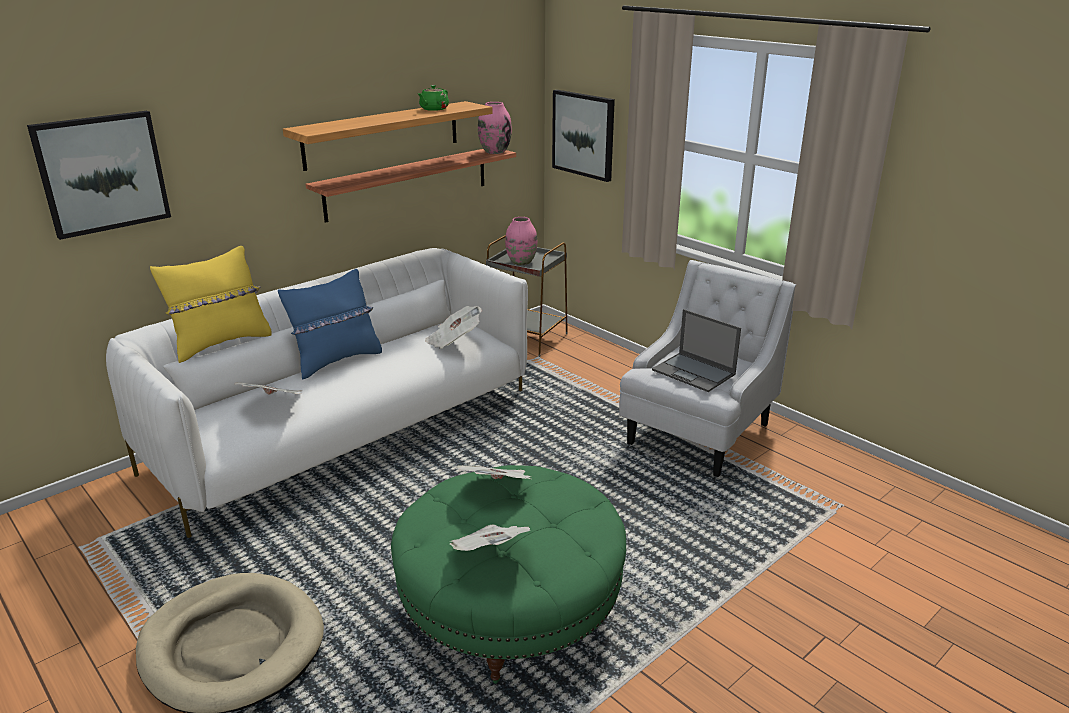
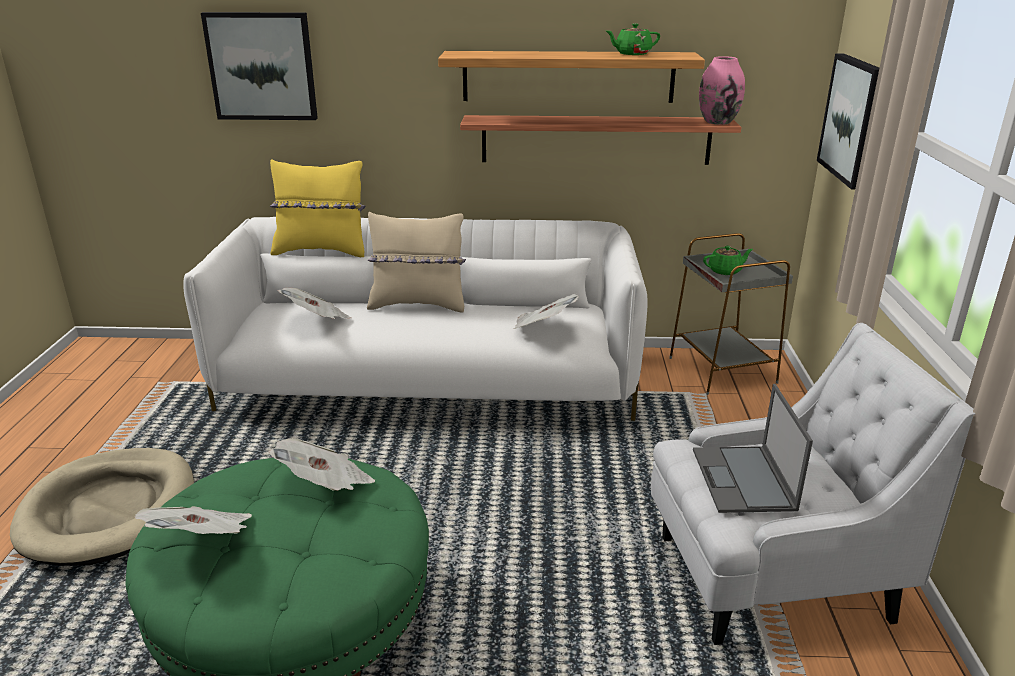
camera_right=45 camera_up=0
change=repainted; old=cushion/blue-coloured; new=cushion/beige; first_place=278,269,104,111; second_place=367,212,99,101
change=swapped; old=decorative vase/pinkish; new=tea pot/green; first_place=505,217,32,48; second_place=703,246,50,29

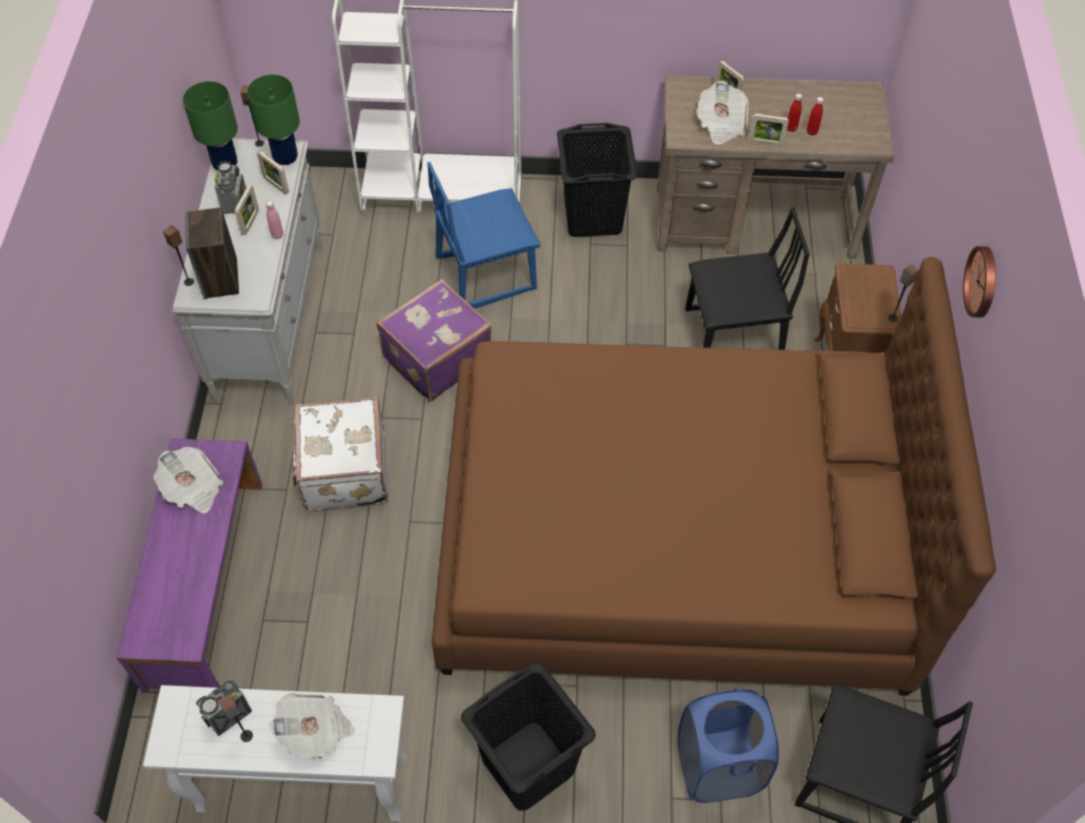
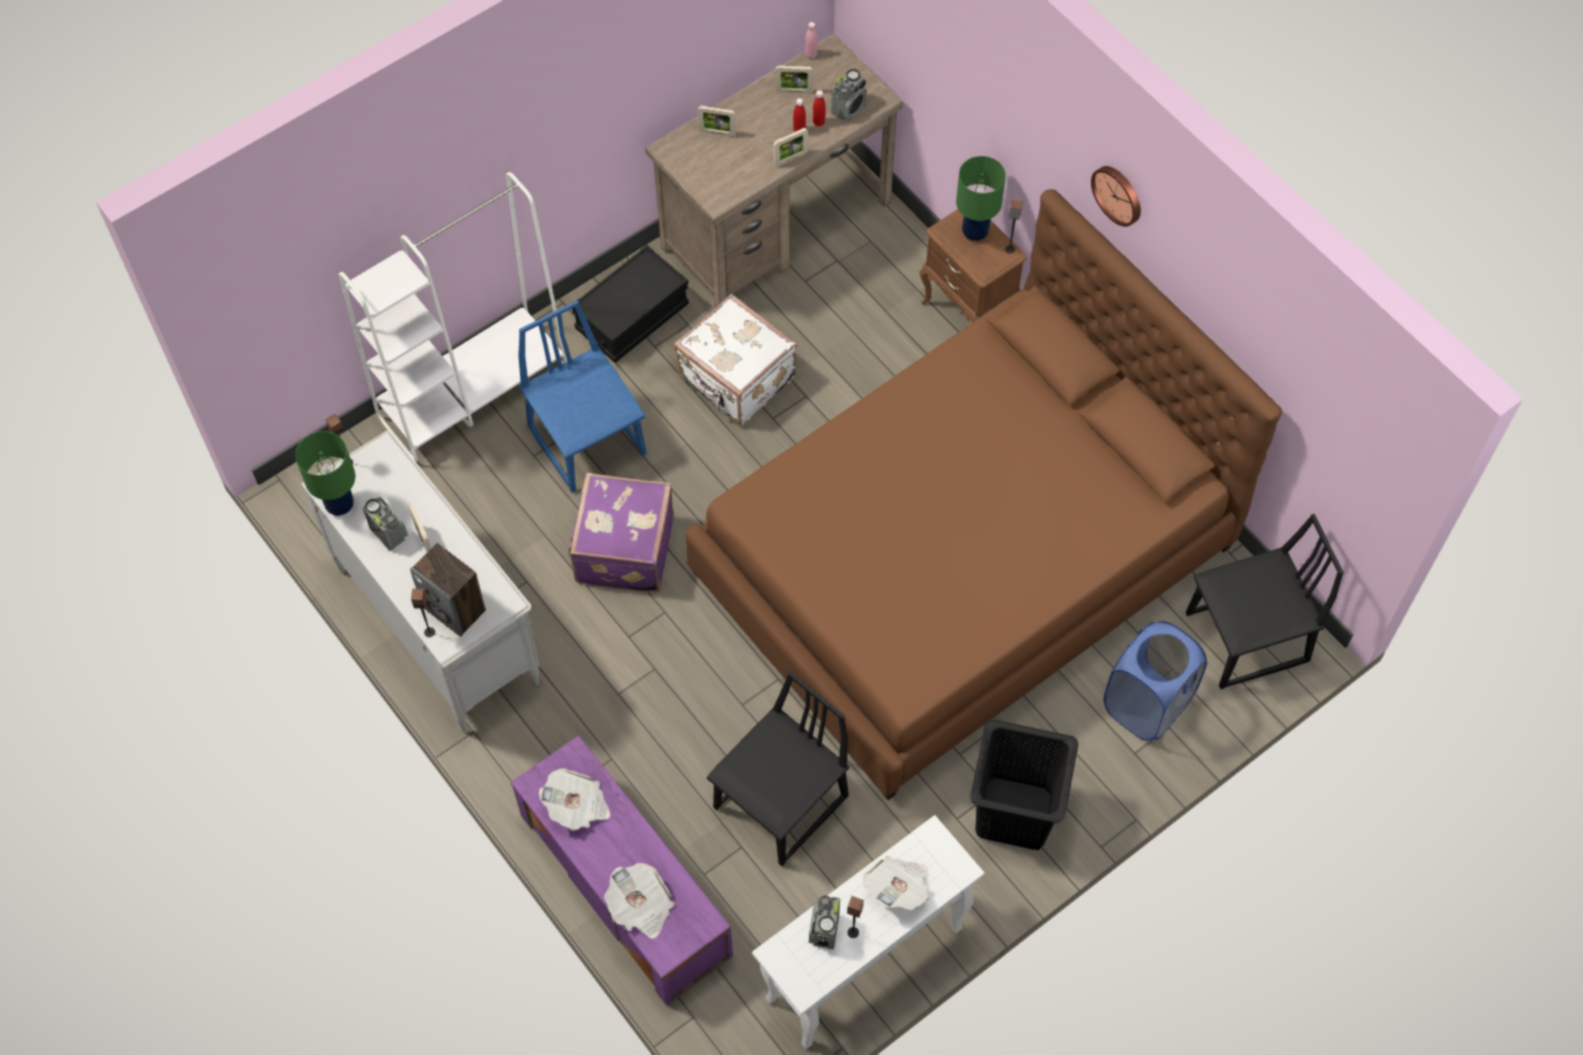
camera_right=-40 camera_up=5
change=shifted; old=tabletop lamp/green; first_place=247,74,53,91; second_place=956,156,50,85
change=shifted; old=photo frame; first_place=257,151,32,43; second_place=776,65,37,29
change=shifted; old=beverage bottle/pinkish; first_place=266,201,17,38; second_place=805,22,13,37
change=shifted; old=piece of luggage/white-coloured; first_place=293,397,95,114; second_place=674,294,122,132
change=rotated; old=plain chair/blue-coloured; first_place=427,162,114,147; second_place=518,300,129,193; degrees=120
change=swapped; old=washing basket/blackish; new=storage bin/blackish; first_place=557,123,81,114; second_place=572,245,117,118
change=shifted; old=plain chair/blackish; first_place=685,207,125,143; second_place=707,671,142,195
change=shifted; old=newspaper; first_place=696,81,53,64; second_place=604,863,70,76
change=new; new=radio; second_place=831,69,36,52

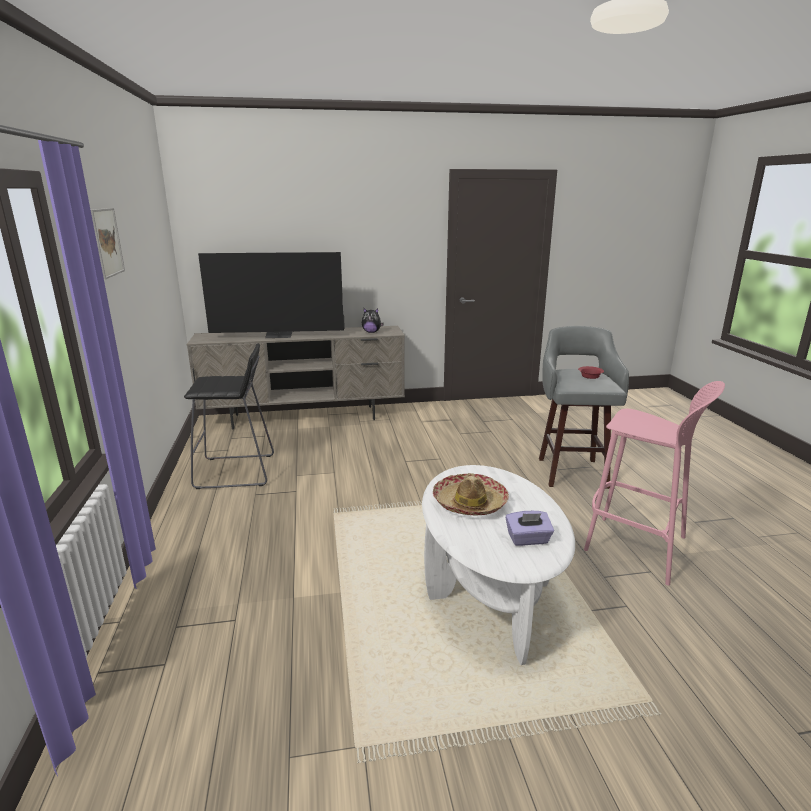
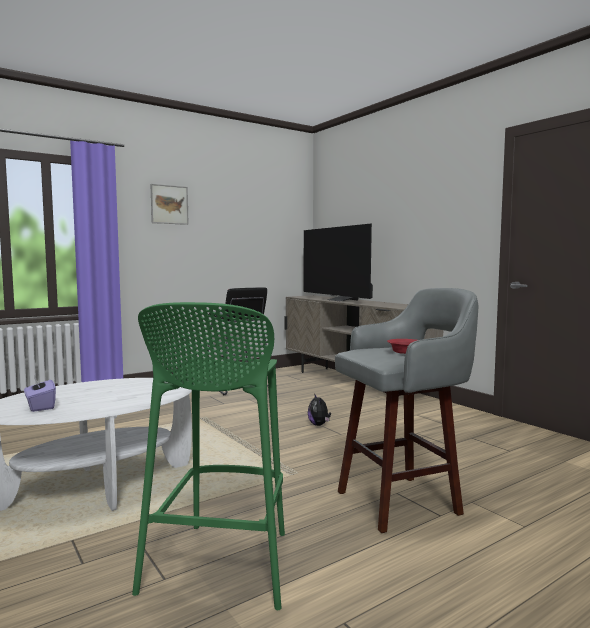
camera_right=65 camera_up=-15
change=shifted; old=plush toy; first_place=362,308,22,25; second_place=308,393,23,33
change=gone; old=clothing hat; first_place=433,473,76,42
change=repainted; old=sitting stool/pinkish; new=sitting stool/green; first_place=584,381,141,205; second_place=132,302,153,308

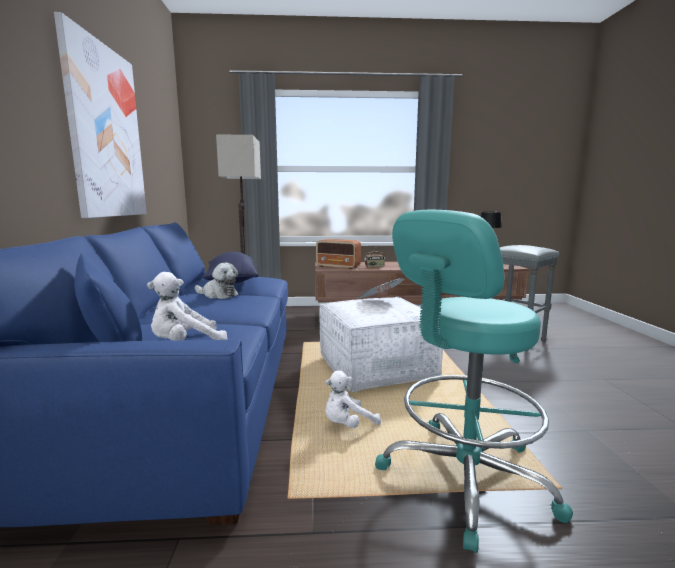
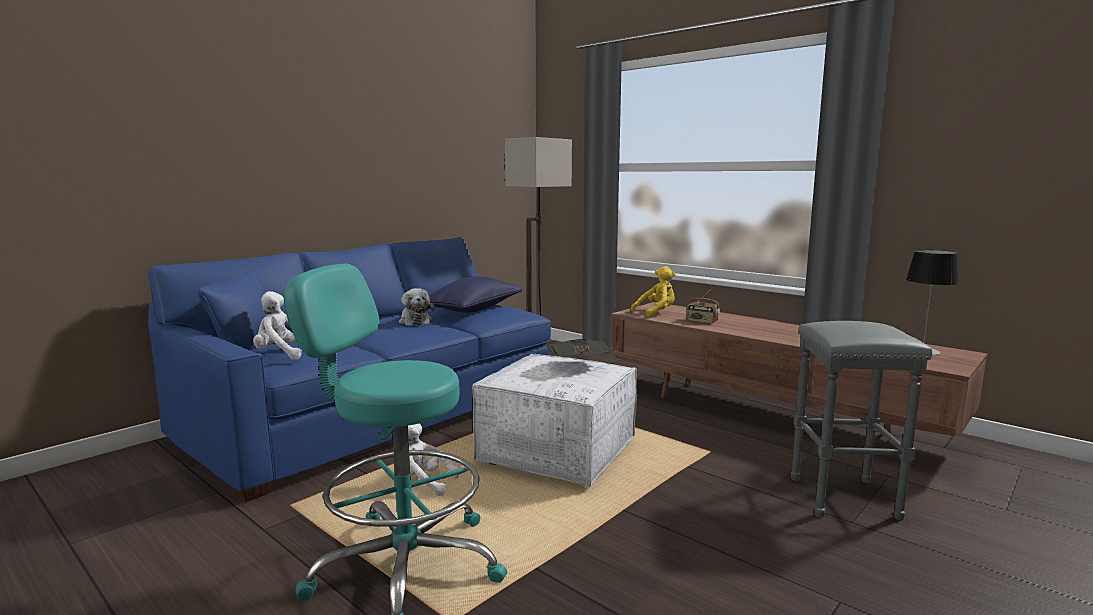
camera_right=45 camera_up=0
change=gone; old=wall picture; first_place=54,12,93,206
change=swapped; old=radio; new=plush toy/yellow; first_place=316,239,45,30; second_place=631,266,45,52

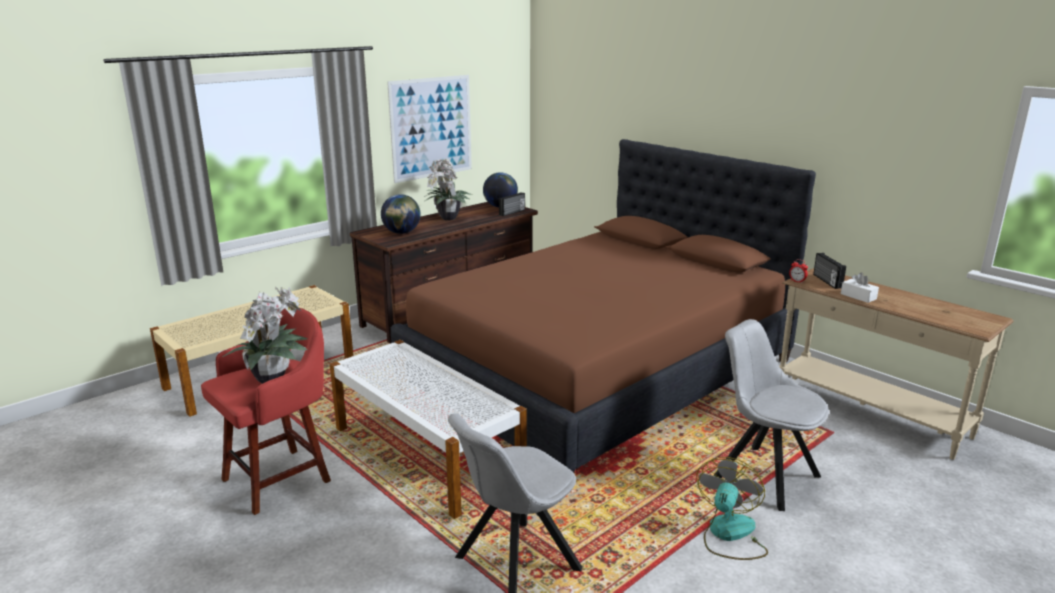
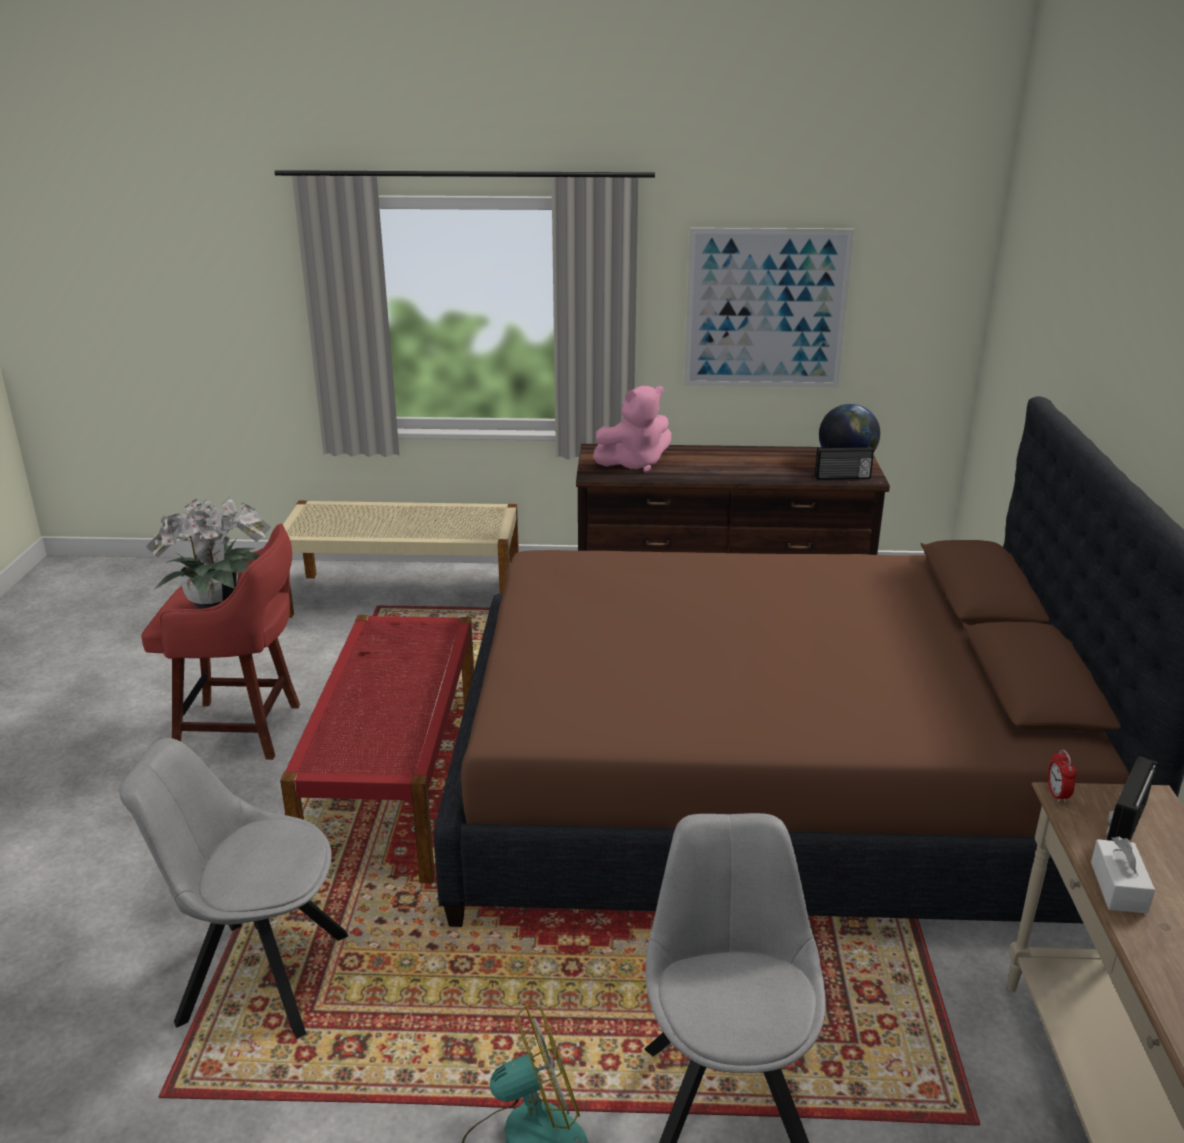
camera_right=45 camera_up=5
change=repainted; old=bench/white-coloured; new=bench/red; first_place=330,340,197,179; second_place=280,615,194,268
change=swapped; old=world globe; new=plush toy/pinkish; first_place=381,194,40,40; second_place=593,386,78,87
change=gone; old=plant in a pot; first_place=424,158,48,62

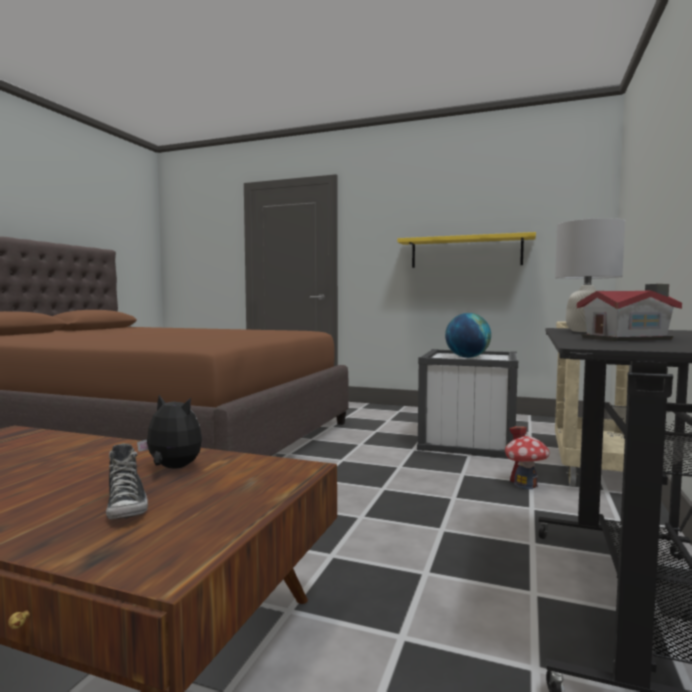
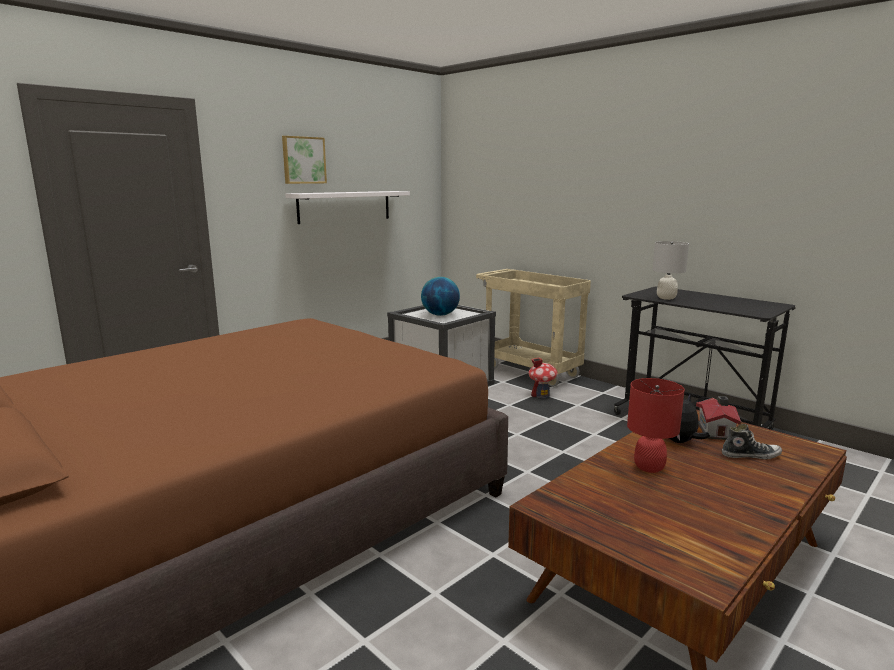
camera_right=-65 camera_up=10
change=repainted; old=shelf/yellow; new=shelf/white-coloured; first_place=397,232,139,36; second_place=286,191,124,33
change=shifted; old=model house; first_place=577,284,105,57; second_place=696,396,45,44
change=new; new=wall picture; second_place=282,136,45,48
change=new; new=tabletop lamp/red; second_place=627,378,58,95

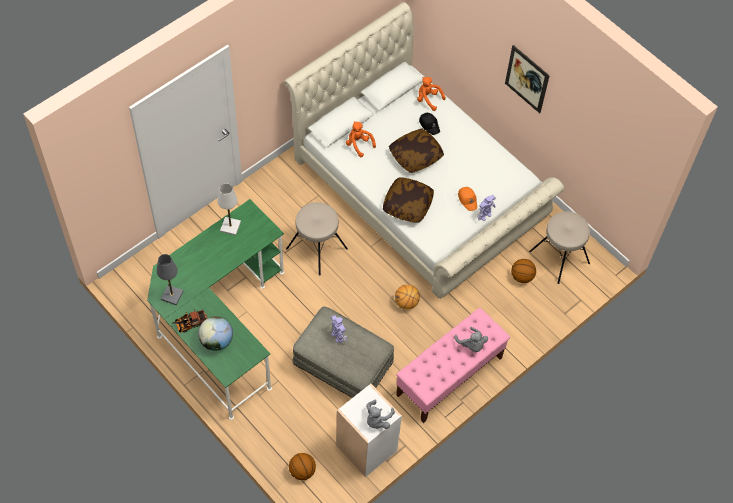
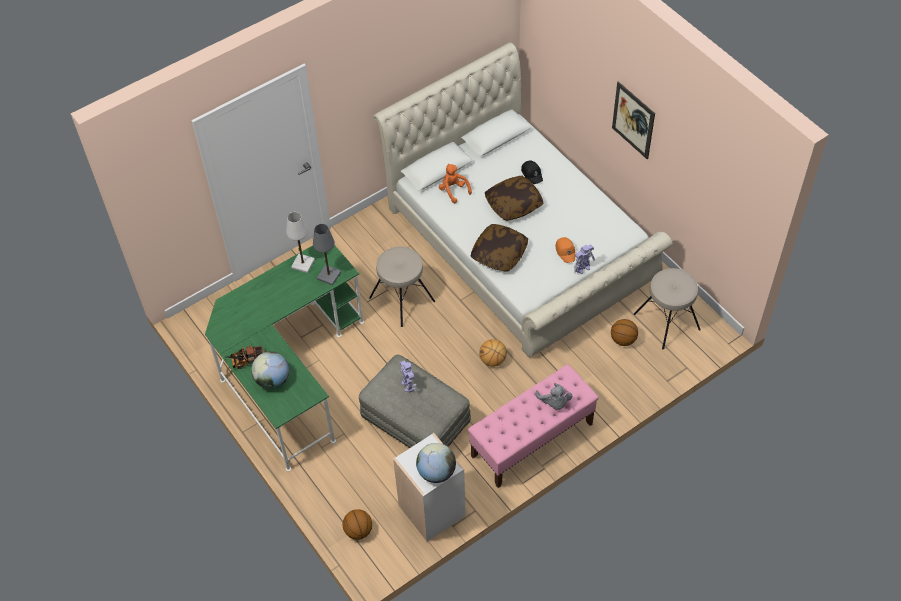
camera_right=10 camera_up=-5
change=shifted; old=tabletop lamp/grey; first_place=157,254,27,51; second_place=313,224,28,61
change=swapped; old=plush toy/grey; new=world globe; first_place=366,400,29,29; second_place=416,443,40,40
change=gone; old=plush toy/orange; first_place=417,77,29,34

